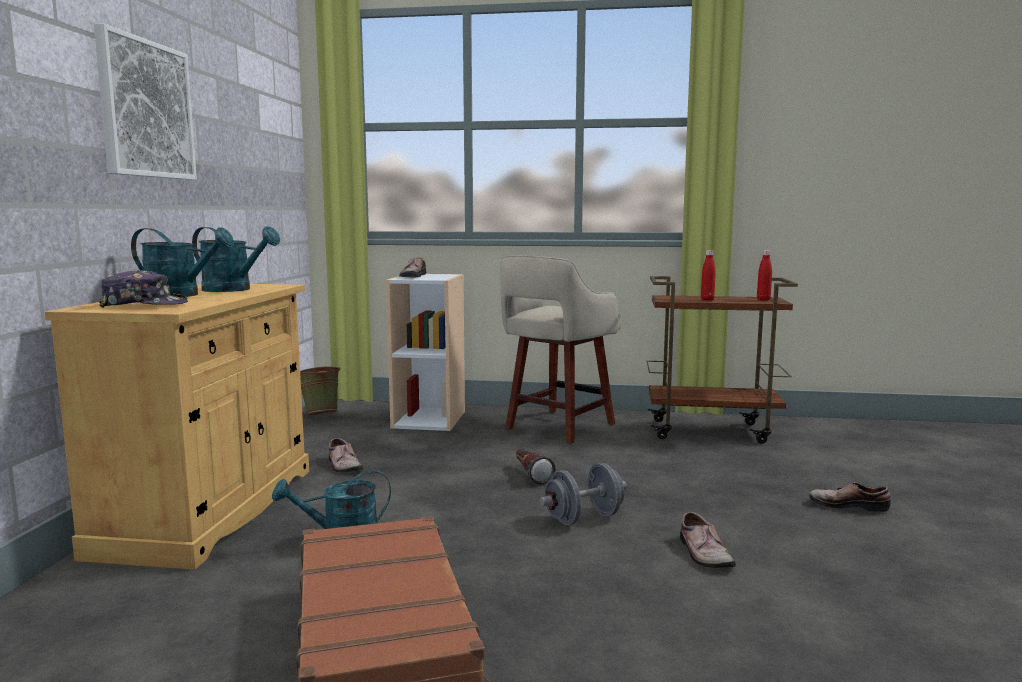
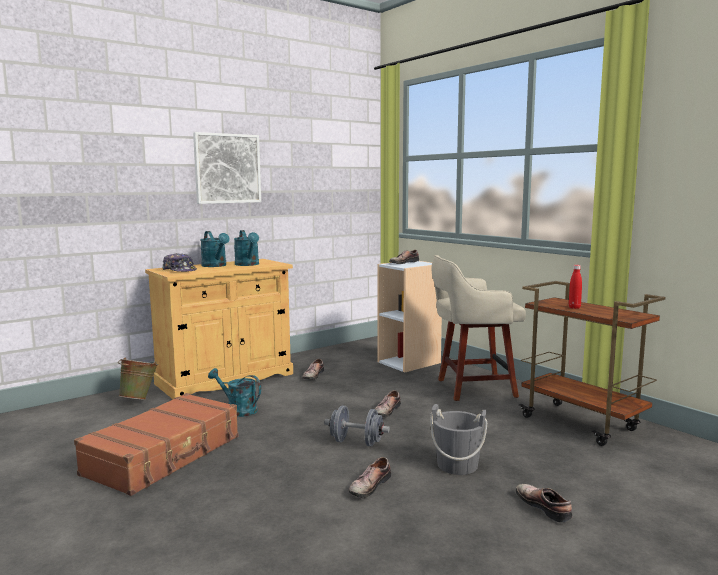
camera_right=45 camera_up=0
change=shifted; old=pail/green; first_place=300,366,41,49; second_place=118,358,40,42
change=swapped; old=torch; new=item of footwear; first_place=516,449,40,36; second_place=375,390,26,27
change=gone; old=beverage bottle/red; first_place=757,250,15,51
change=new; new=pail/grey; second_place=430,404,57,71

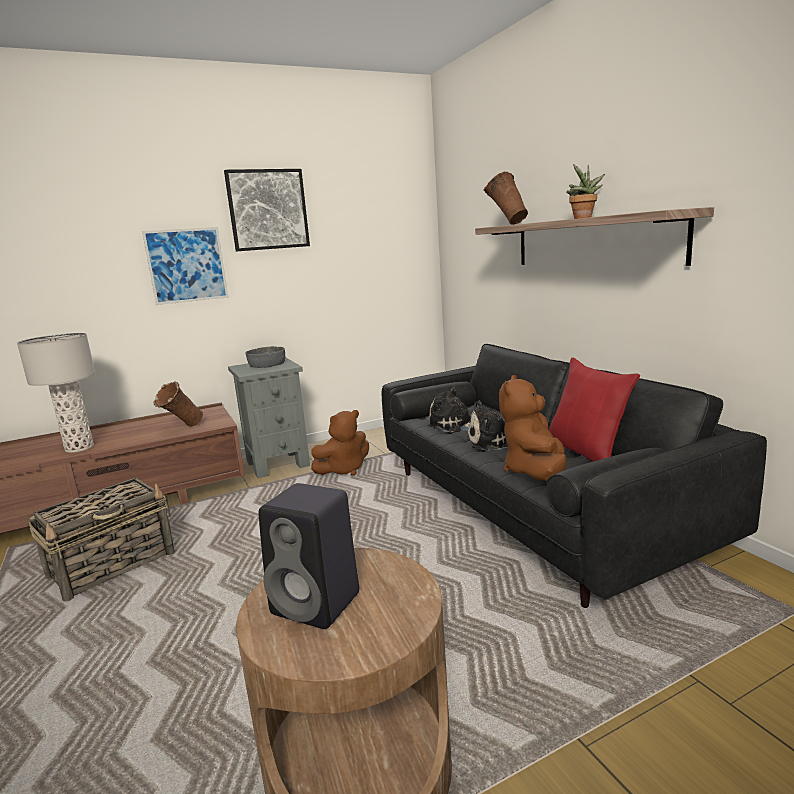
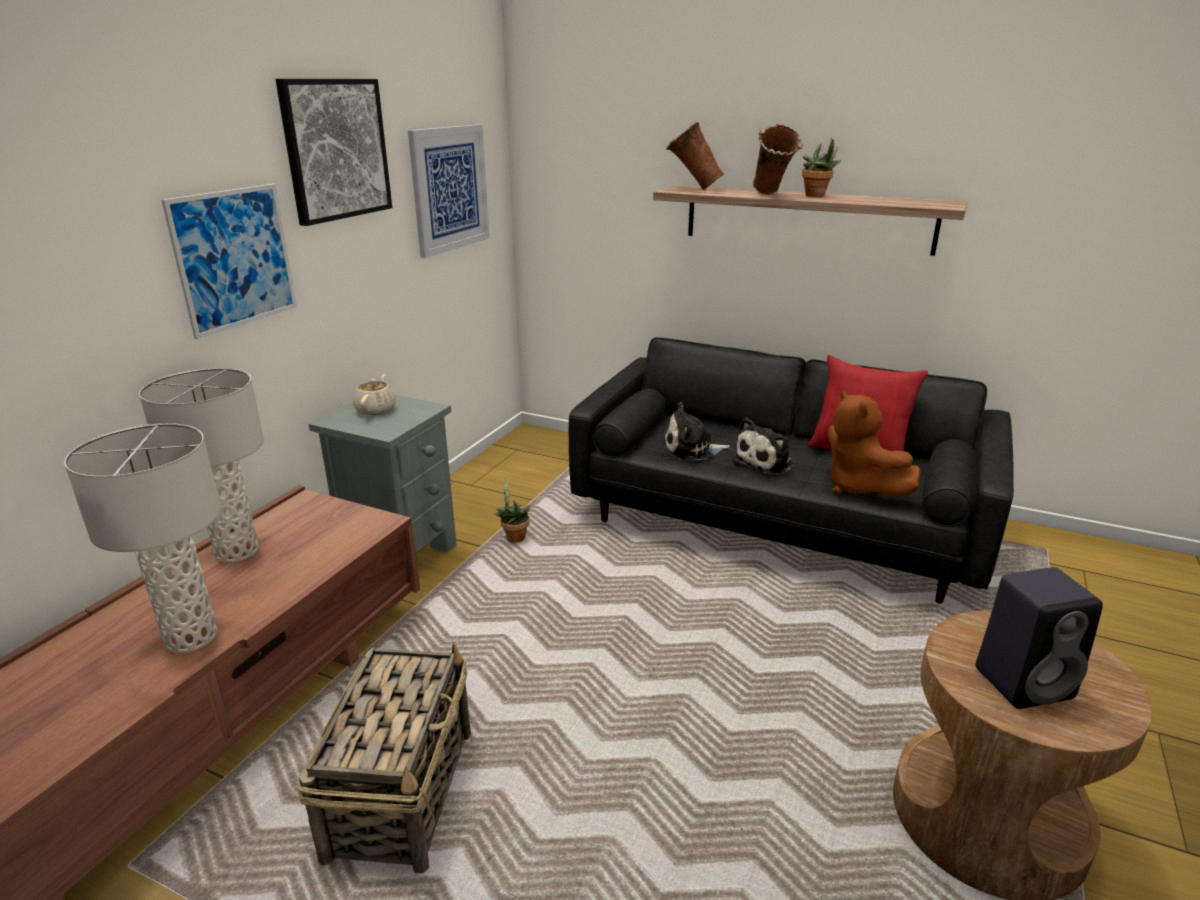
camera_right=-40 camera_up=10
change=shifted; old=decorative vase/brownish; first_place=153,381,50,46; second_place=753,124,50,70
change=swapped; old=serving bowl/grey; new=tea pot/beige; first_place=245,346,40,22; second_place=353,374,43,41
change=swapped; old=plush toy/brownish; new=plant in a pot; first_place=311,410,58,65; second_place=494,478,36,64
change=new; new=tabletop lamp/white-coloured; second_place=139,368,125,195
change=new; new=wall picture; second_place=408,125,81,133

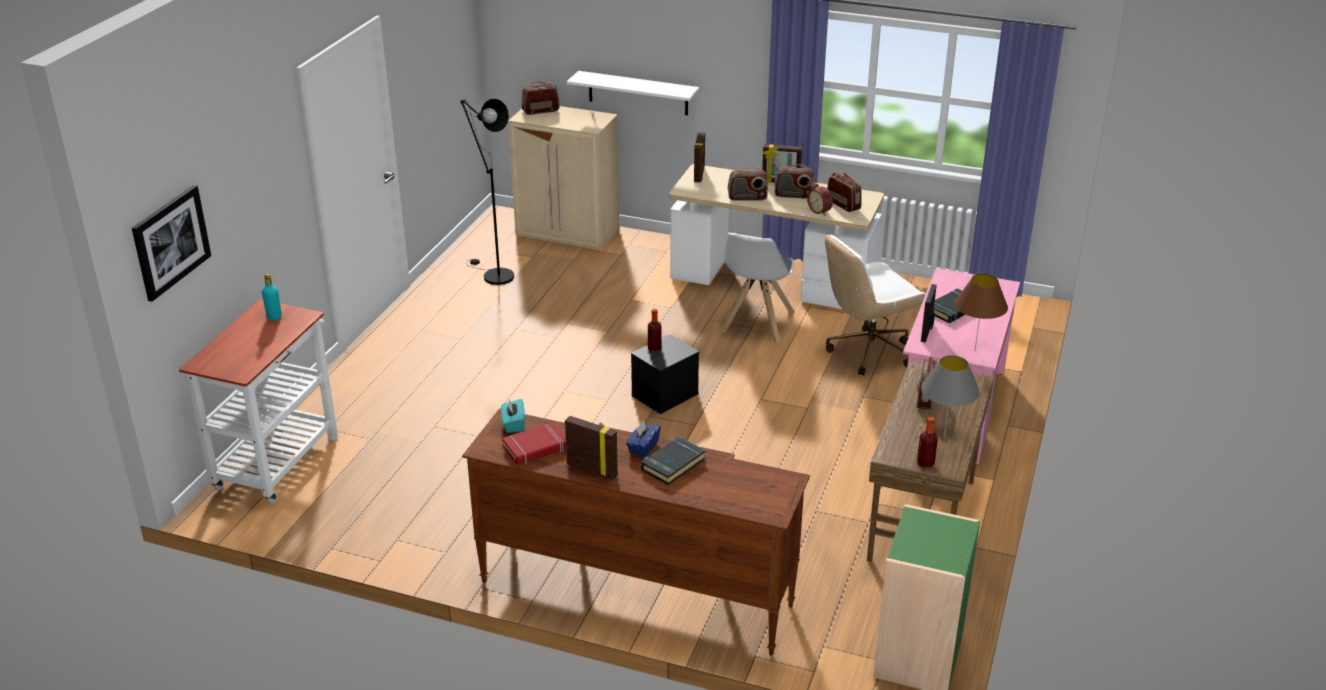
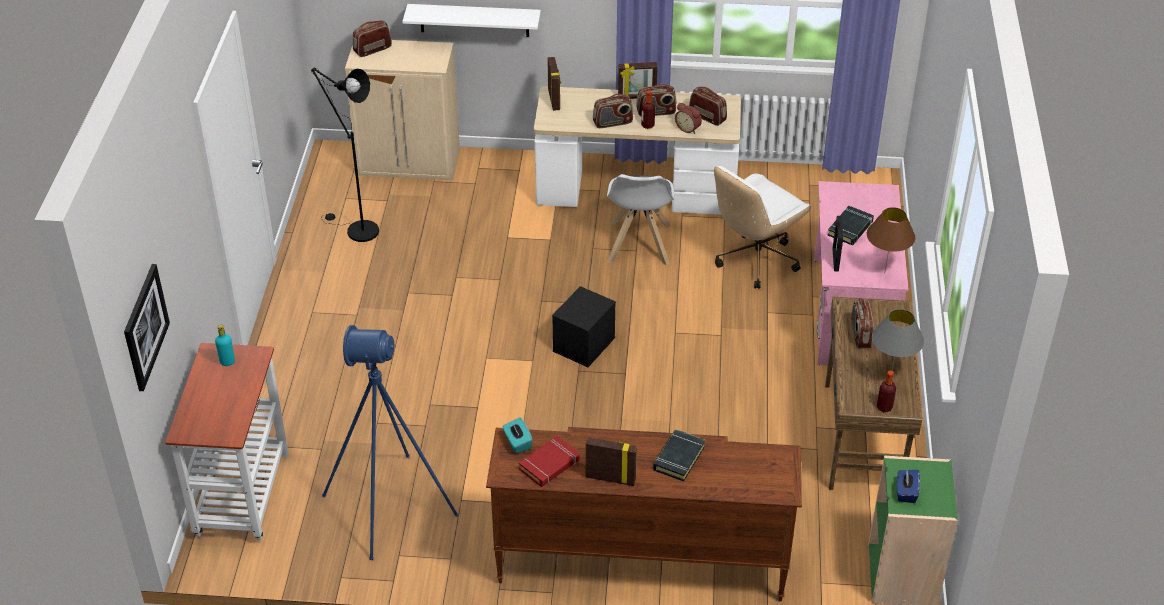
camera_right=-15 camera_up=10
change=shifted; old=box of tissues/blue-coloured; first_place=626,420,35,37; second_place=897,470,23,33
change=shifted; old=beverage bottle; first_place=648,309,14,43; second_place=641,90,14,39
change=new; new=standing lamp/blue-coloured; second_place=322,325,136,235

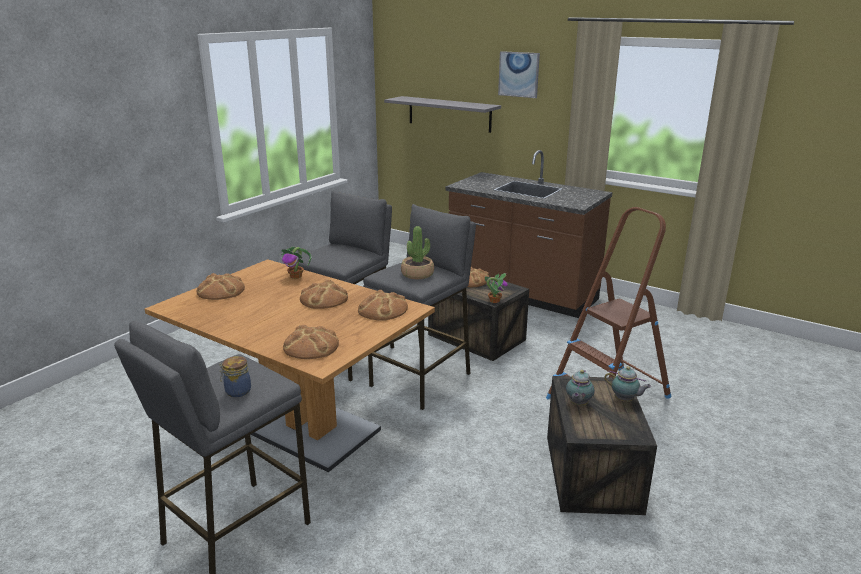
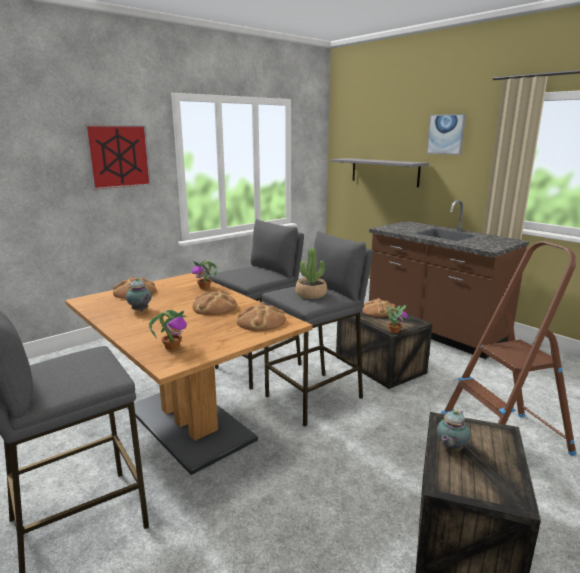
camera_right=15 camera_up=-5
change=gone; old=storage jar; first_place=219,356,32,41
change=swapped; old=baked bread; new=plant in a pot; first_place=283,325,56,34; second_place=149,310,38,40
change=shifted; old=tea pot; first_place=604,366,47,36; second_place=126,278,25,33
change=new; new=wall picture; second_place=84,125,67,64

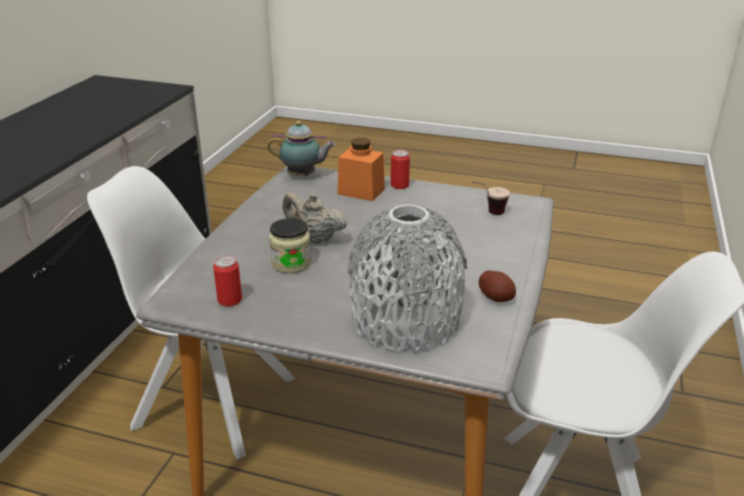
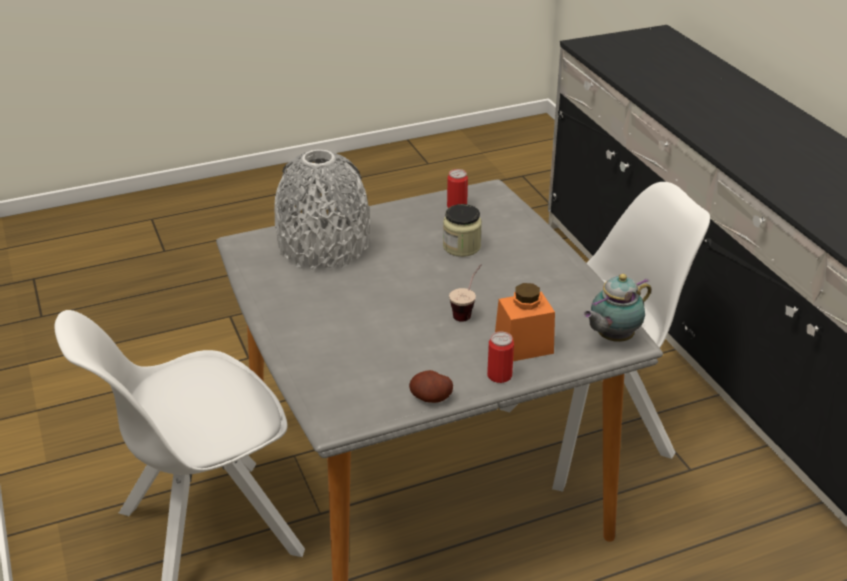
camera_right=140 camera_up=5
change=gone; old=tea pot/beige; first_place=283,193,64,51
change=shifted; old=drinking cup; first_place=471,181,39,34; second_place=449,264,33,58
change=shifted; old=spud; first_place=479,270,37,32; second_place=409,370,44,33

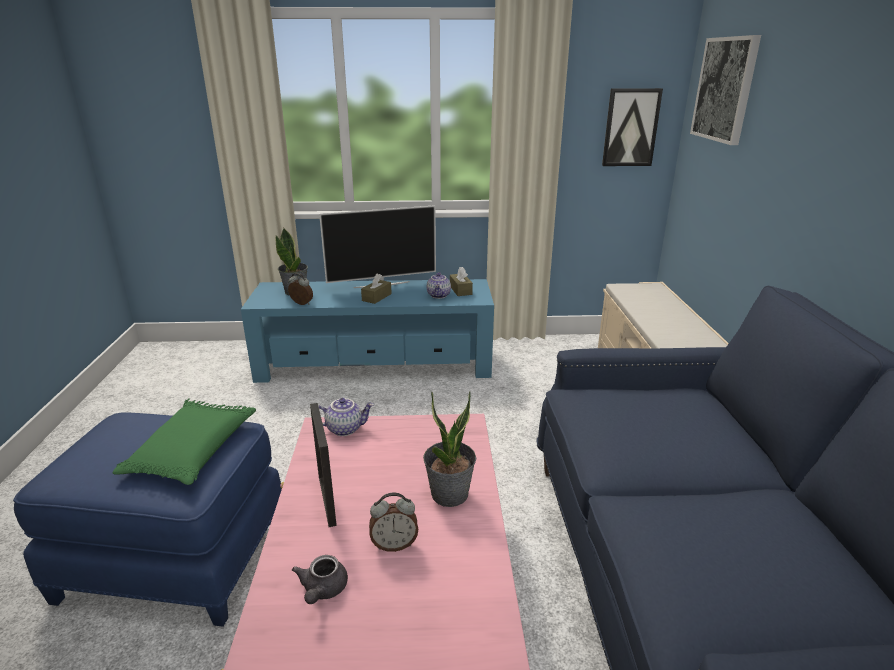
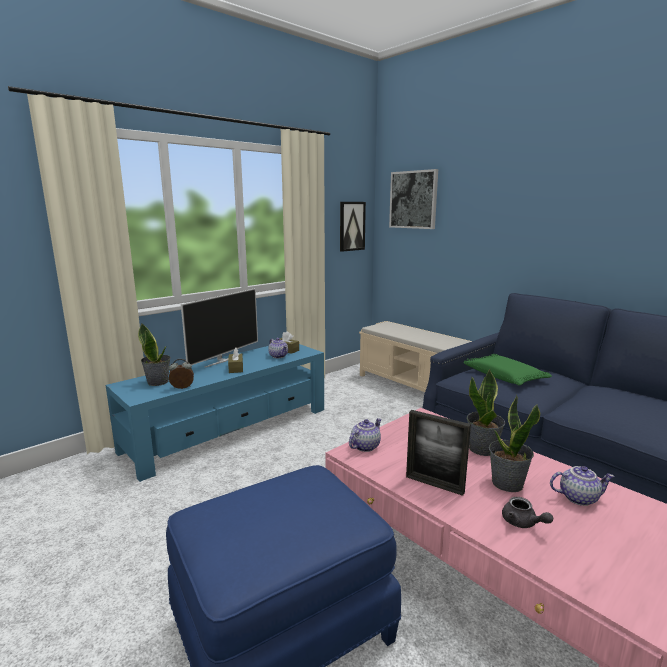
camera_right=-40 camera_up=-10
change=shifted; old=cushion/green; first_place=113,398,143,87; second_place=463,354,89,31
change=swapped; old=alarm clock; new=plant in a pot; first_place=369,493,49,59; second_place=489,395,51,97
change=new; new=tea pot; second_place=550,466,65,40

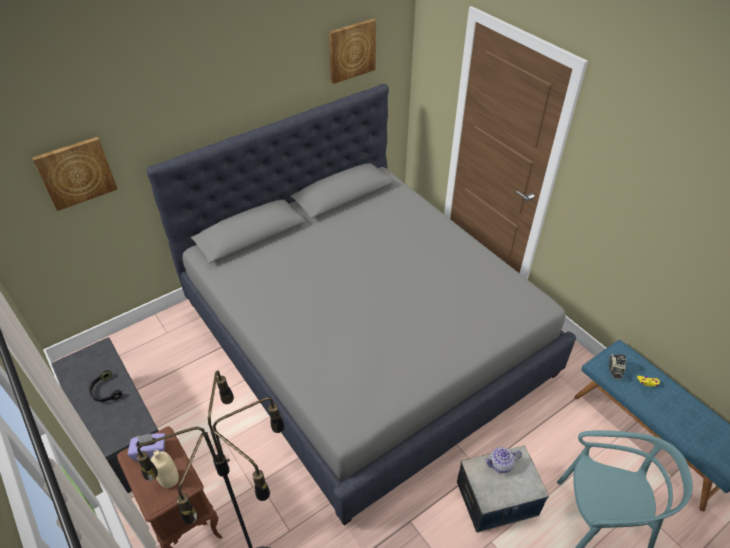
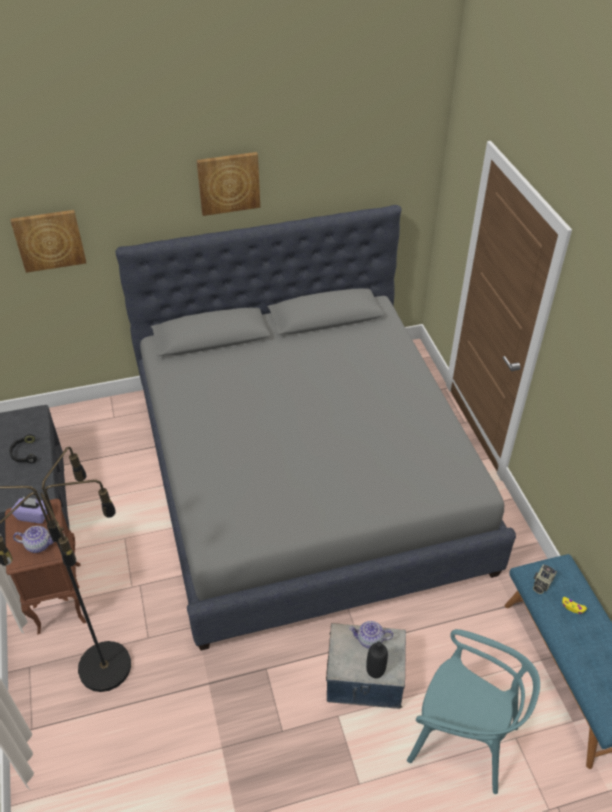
camera_right=20 camera_up=0
change=swapped; old=beverage bottle/beige; new=tea pot; first_place=151,450,28,38; second_place=13,526,41,27
change=shifted; old=wall picture; first_place=329,19,47,65; second_place=197,152,63,64
change=new; new=beverage bottle/blackish; second_place=366,641,22,37

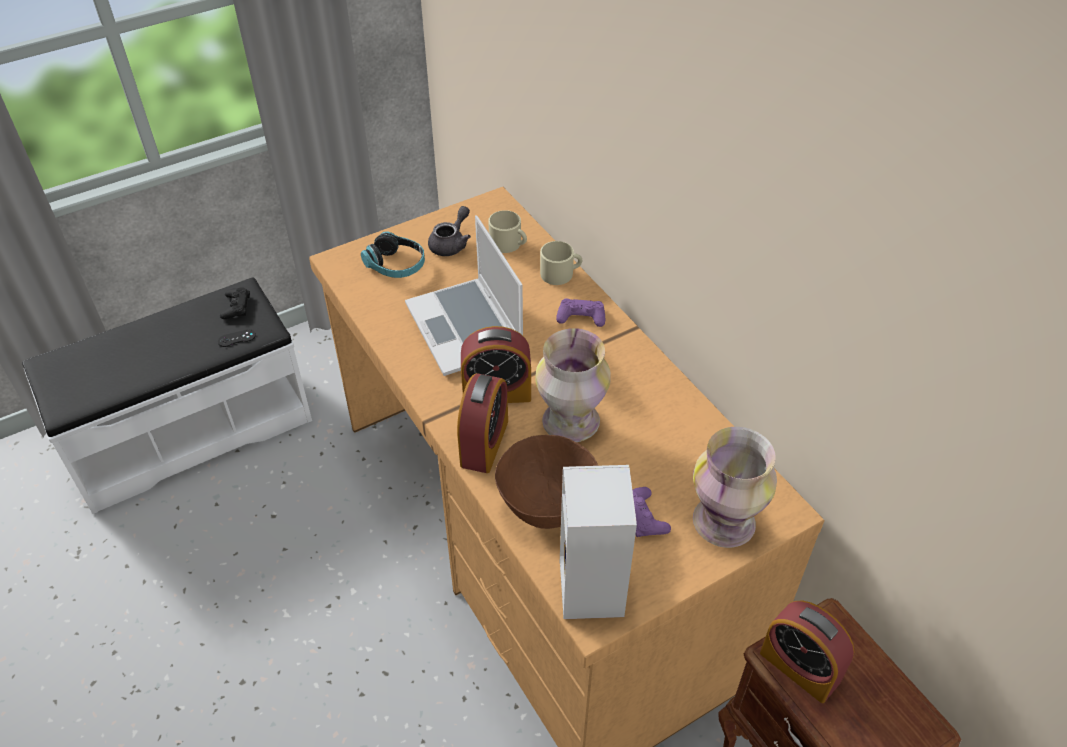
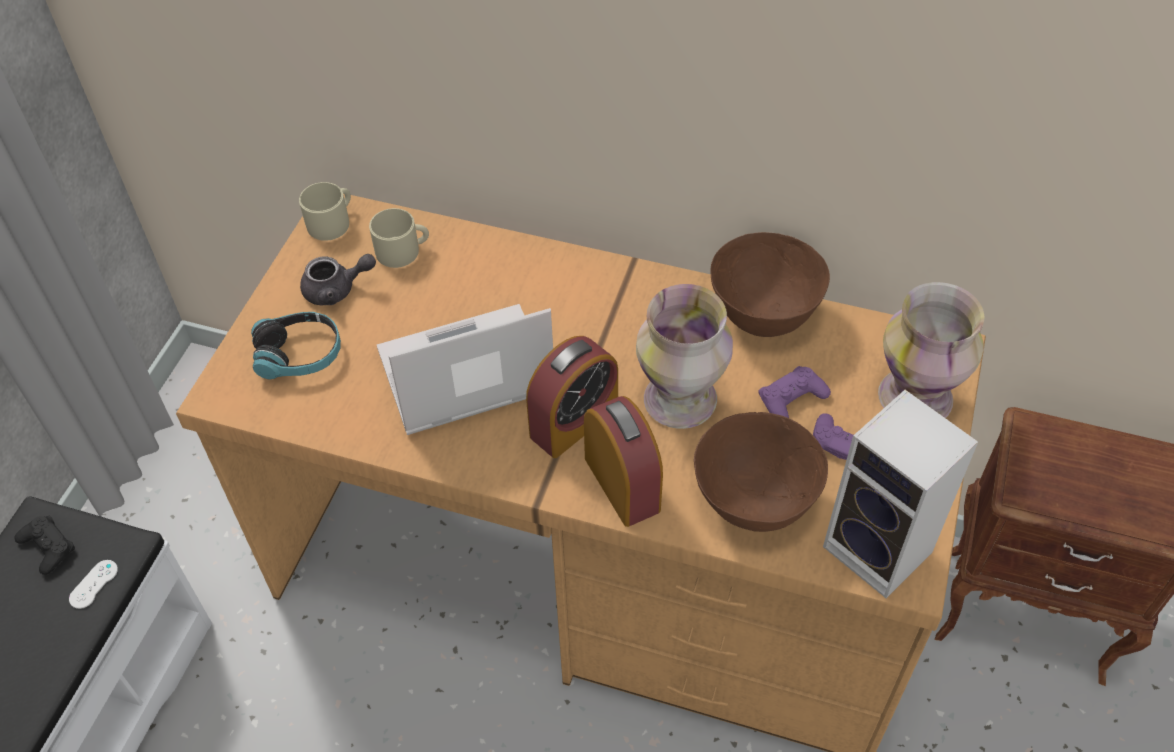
camera_right=-40 camera_up=5
change=repainted; old=game controller/blackish; new=game controller/white-coloured; first_place=218,329,38,18; second_place=69,560,49,49
change=rotated; old=laptop; first_place=405,216,118,160; second_place=377,304,176,131; degrees=135
change=rotated; old=tea pot/grey; first_place=428,206,43,50; second_place=300,254,76,51; degrees=90
change=shifted; old=mug/beige; first_place=540,241,42,44; second_place=299,182,52,59
change=shifted; old=game controller/purplish; first_place=556,298,50,29; second_place=758,366,73,52
change=gone; old=alarm clock; first_place=760,601,94,102
change=new; new=serving bowl/brownish; second_place=710,232,120,105

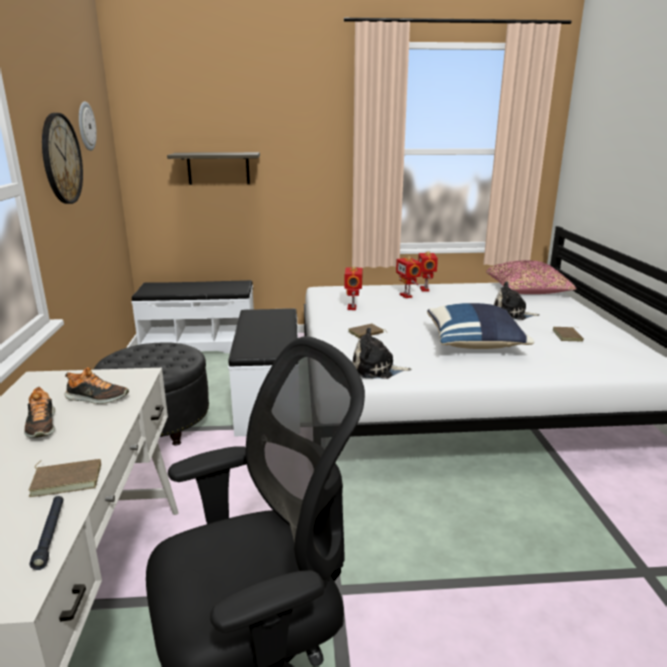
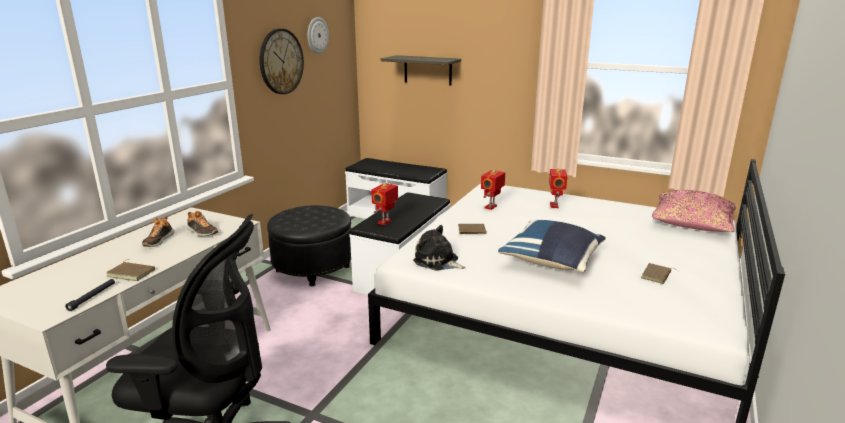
camera_right=30 camera_up=0
change=shifted; old=model robot; first_place=418,251,20,40; second_place=371,183,27,42
change=gone; old=plush toy; first_place=494,282,46,38

